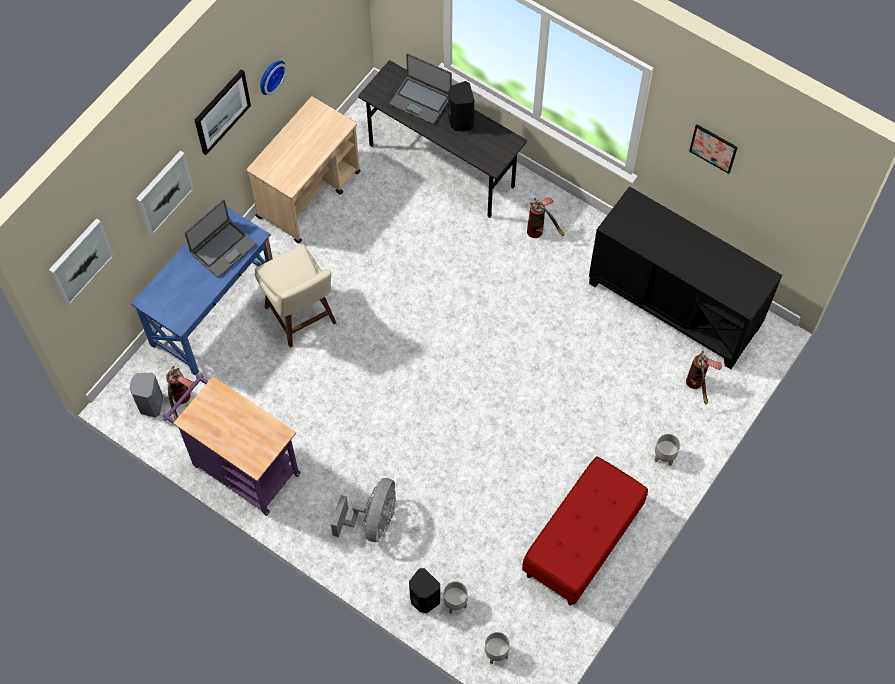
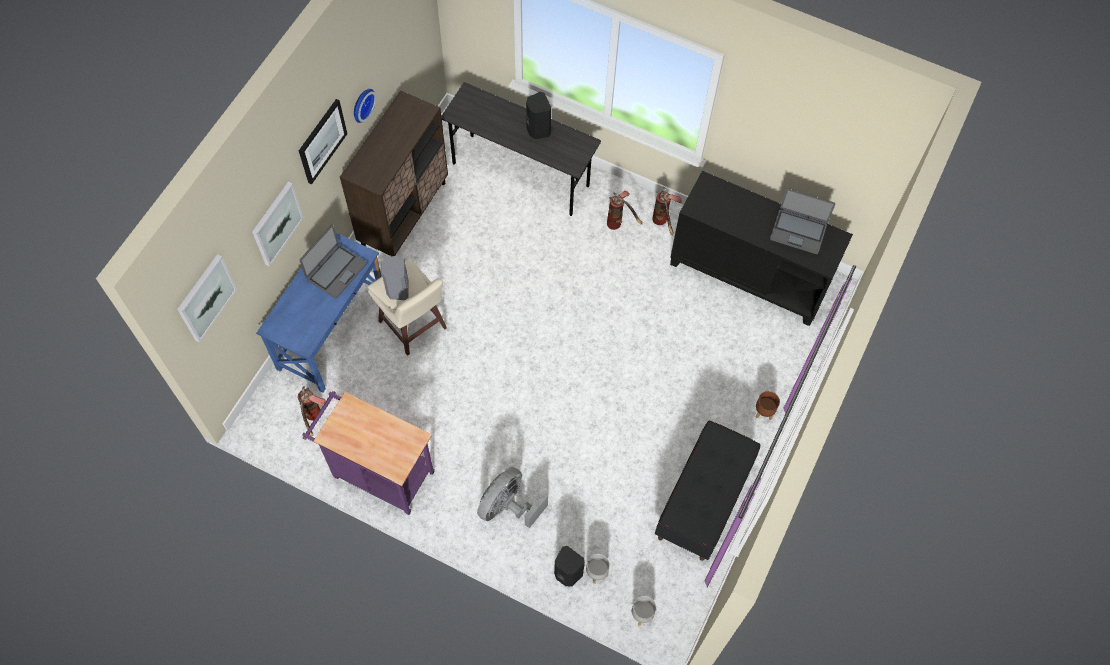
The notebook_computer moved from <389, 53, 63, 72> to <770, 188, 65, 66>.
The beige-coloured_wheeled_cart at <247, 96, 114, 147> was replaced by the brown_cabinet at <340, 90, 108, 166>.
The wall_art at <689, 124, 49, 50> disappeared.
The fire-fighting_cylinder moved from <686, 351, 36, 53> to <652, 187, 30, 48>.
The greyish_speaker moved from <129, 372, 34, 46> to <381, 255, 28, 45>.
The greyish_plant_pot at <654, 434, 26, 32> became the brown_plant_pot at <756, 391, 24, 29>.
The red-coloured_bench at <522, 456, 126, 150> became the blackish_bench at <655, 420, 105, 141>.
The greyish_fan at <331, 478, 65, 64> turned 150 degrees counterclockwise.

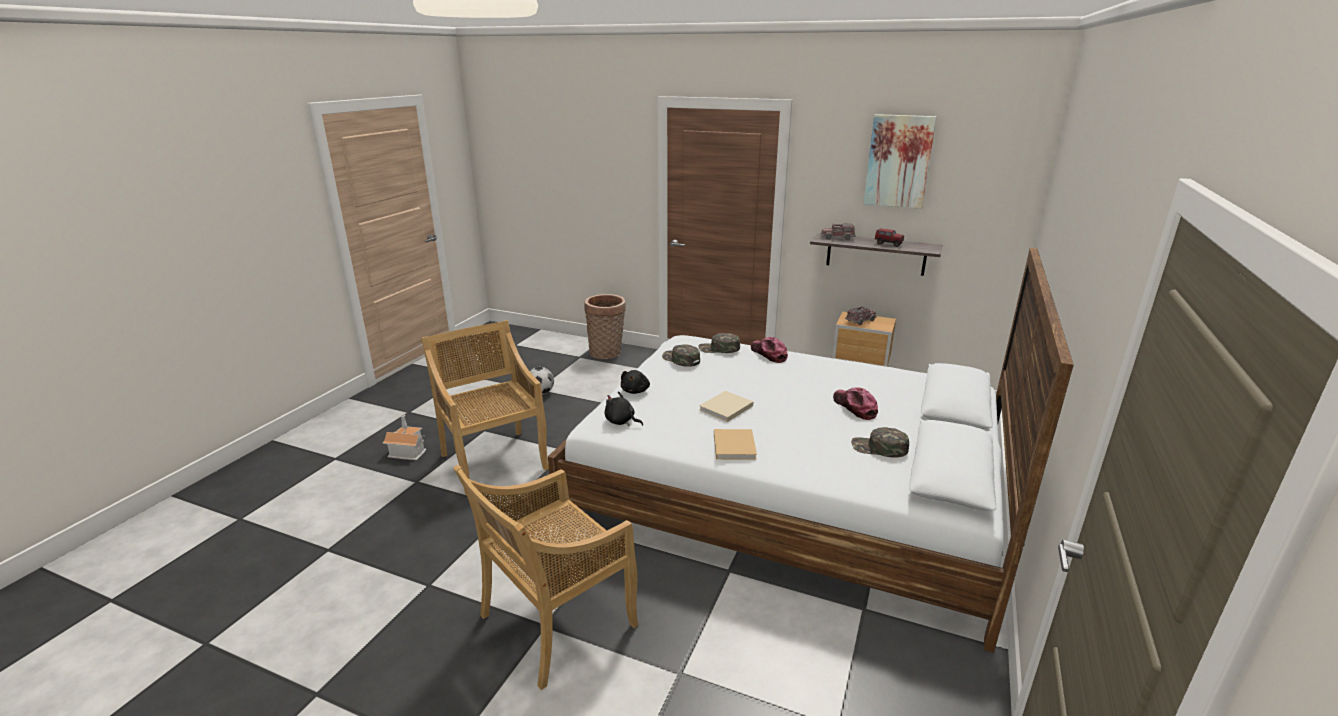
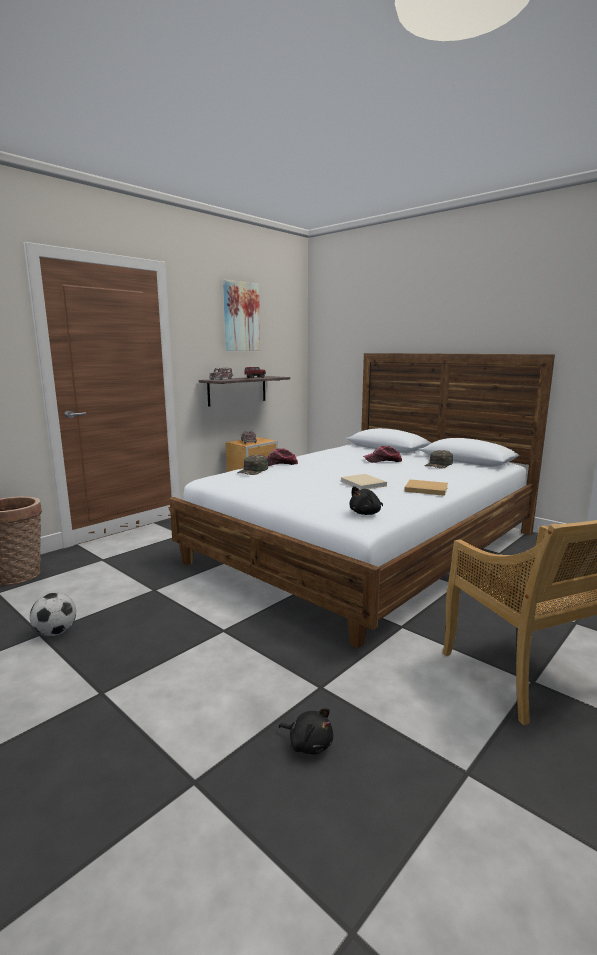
The beige-coloured_chair at <421, 320, 128, 176> disappeared.
The greenish_cap at <662, 344, 38, 23> disappeared.
The blackish_cuddly_toy moved from <621, 370, 29, 24> to <278, 708, 55, 46>.
The model_house at <383, 415, 44, 45> disappeared.

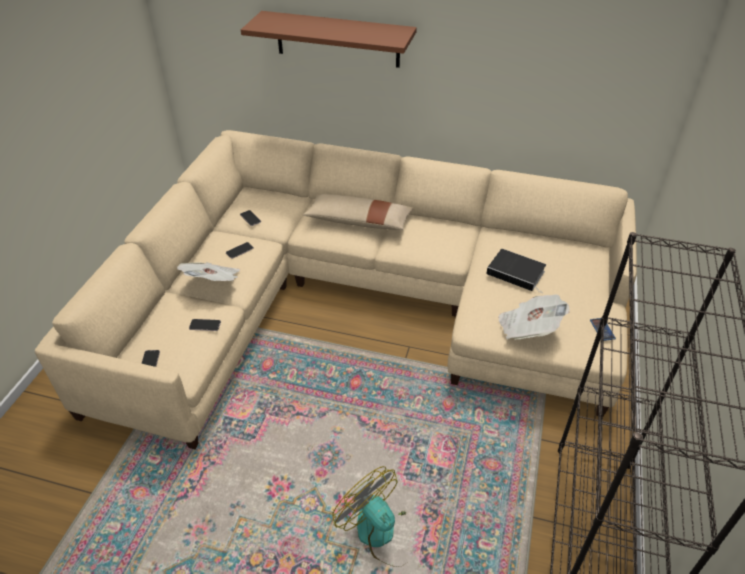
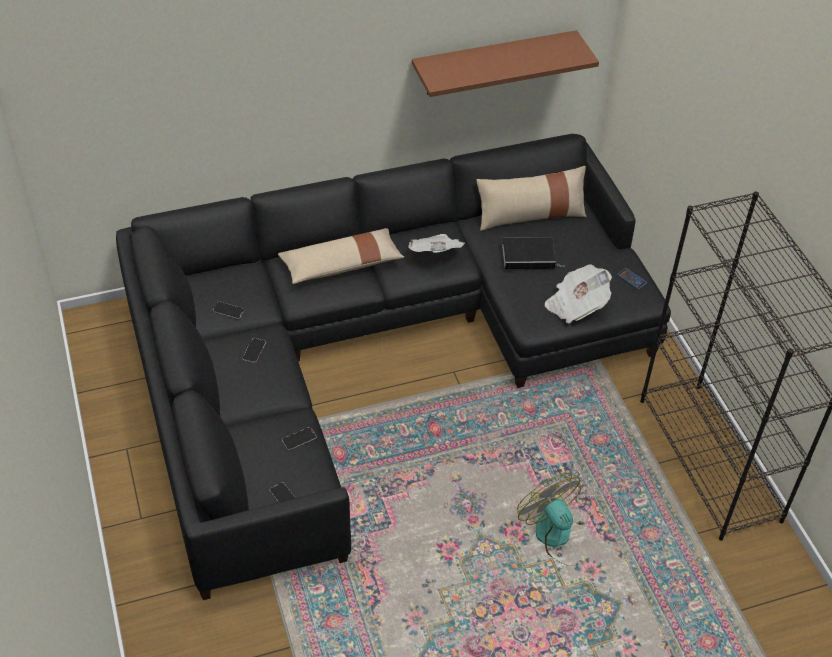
The brown_bracket_shelf moved from <241, 11, 176, 57> to <412, 30, 187, 67>.
The beige-coloured_settee at <35, 130, 602, 319> became the blackish_settee at <116, 134, 555, 466>.
The newspaper moved from <177, 262, 63, 19> to <408, 234, 57, 19>.
The fan at <332, 466, 74, 101> turned 45 degrees clockwise.
The beige-coloured_throw_pillow at <476, 166, 111, 65> appeared.

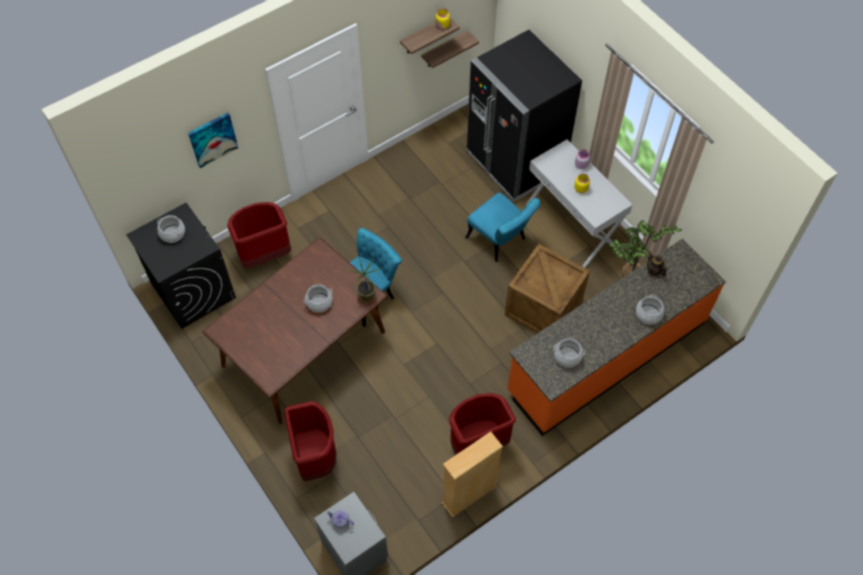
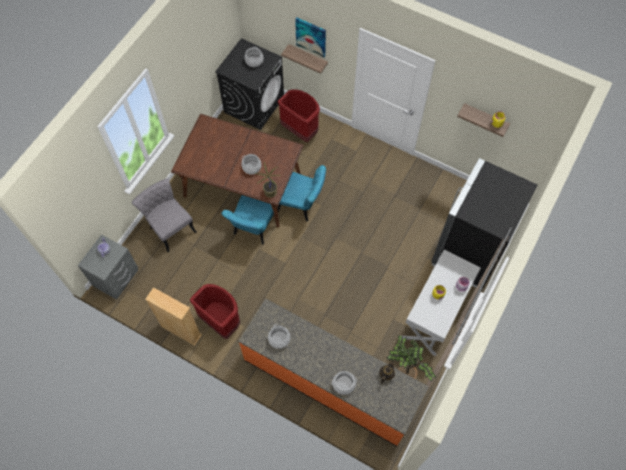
The bracket_shelf moved from <421, 30, 58, 38> to <281, 44, 47, 30>.
The blue-green_chair moved from <465, 192, 76, 70> to <221, 195, 53, 50>.
The shipping_crate at <505, 244, 85, 89> disappeared.
The red-coloured_trash_can at <284, 401, 52, 80> was replaced by the greyish_chair at <132, 178, 65, 74>.

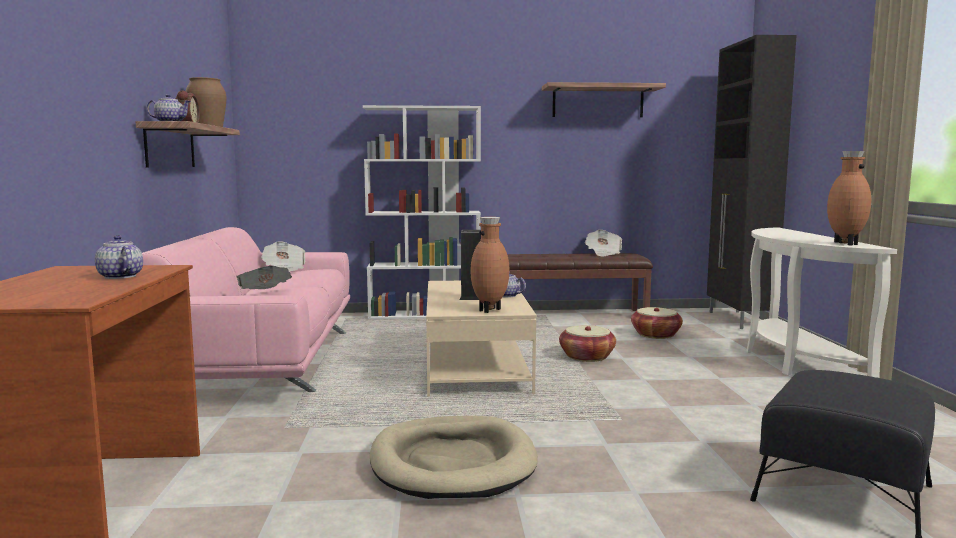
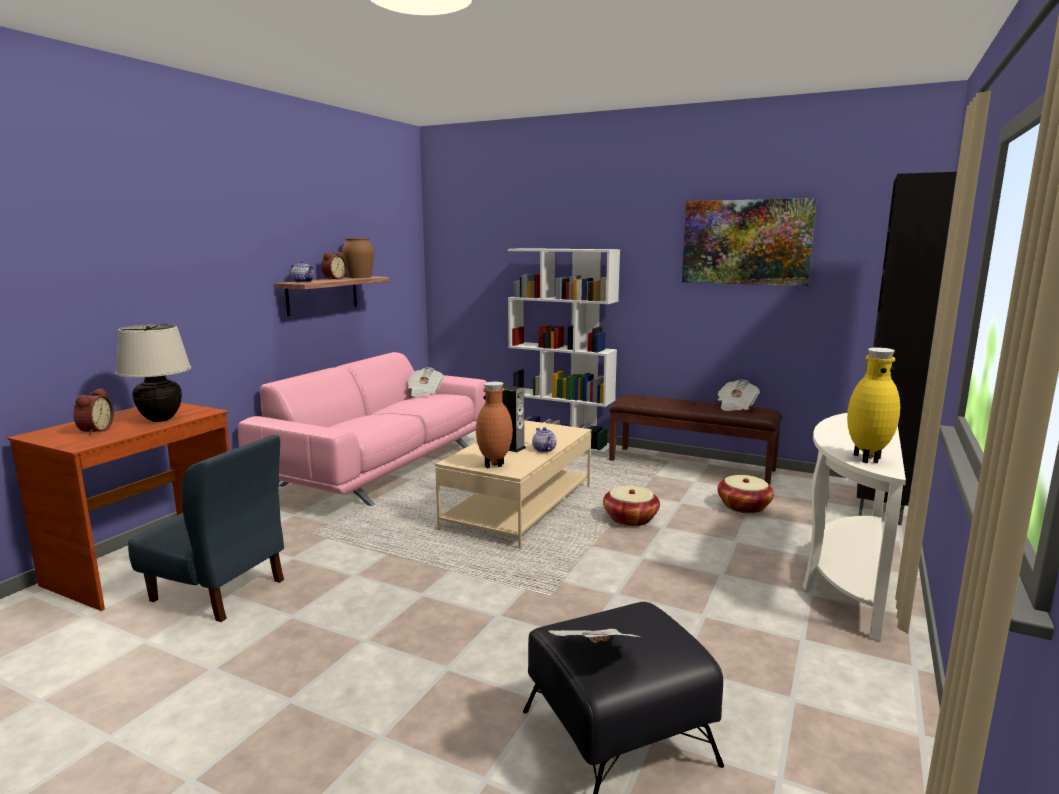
The bracket_shelf at <542, 82, 124, 35> was replaced by the wall_art at <682, 198, 135, 88>.
The brown_vase at <827, 151, 44, 94> became the yellowish_vase at <847, 347, 53, 116>.
The pot_for_tea at <95, 235, 48, 44> was replaced by the beige-coloured_table_lamp at <115, 324, 76, 98>.
The newspaper moved from <237, 266, 55, 23> to <549, 629, 92, 14>.
The beige-coloured_pet_bed at <370, 416, 168, 83> disappeared.
The table_clock at <73, 388, 41, 47> appeared.
The blue-coloured_chair at <128, 435, 156, 187> appeared.

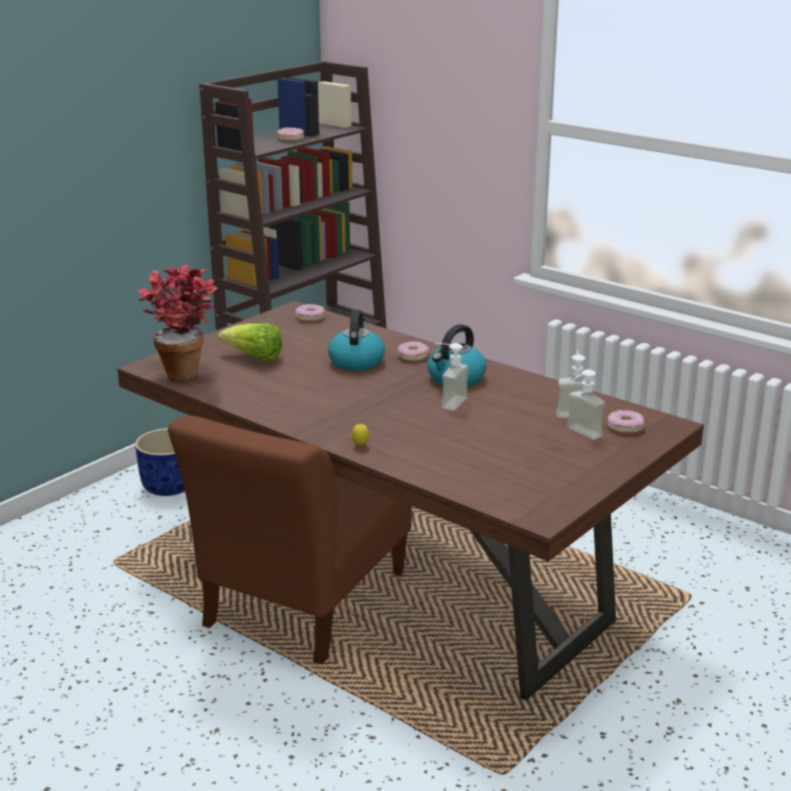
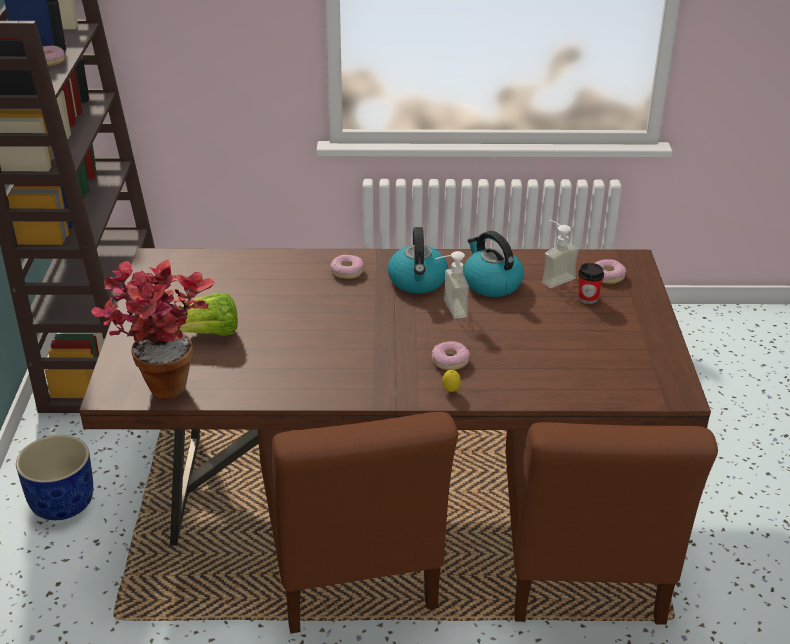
The ring_doughnut moved from <295, 304, 30, 18> to <432, 341, 38, 29>.
The kettle moved from <328, 310, 57, 61> to <463, 231, 61, 66>.
The soap_bottle at <567, 369, 38, 71> was replaced by the cup at <578, 263, 26, 41>.
The brown_chair at <506, 422, 212, 203> appeared.

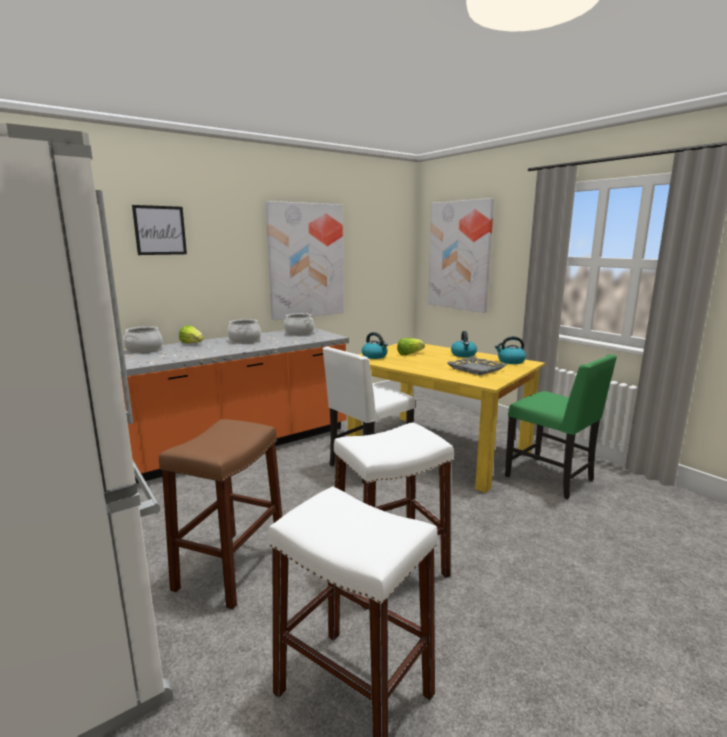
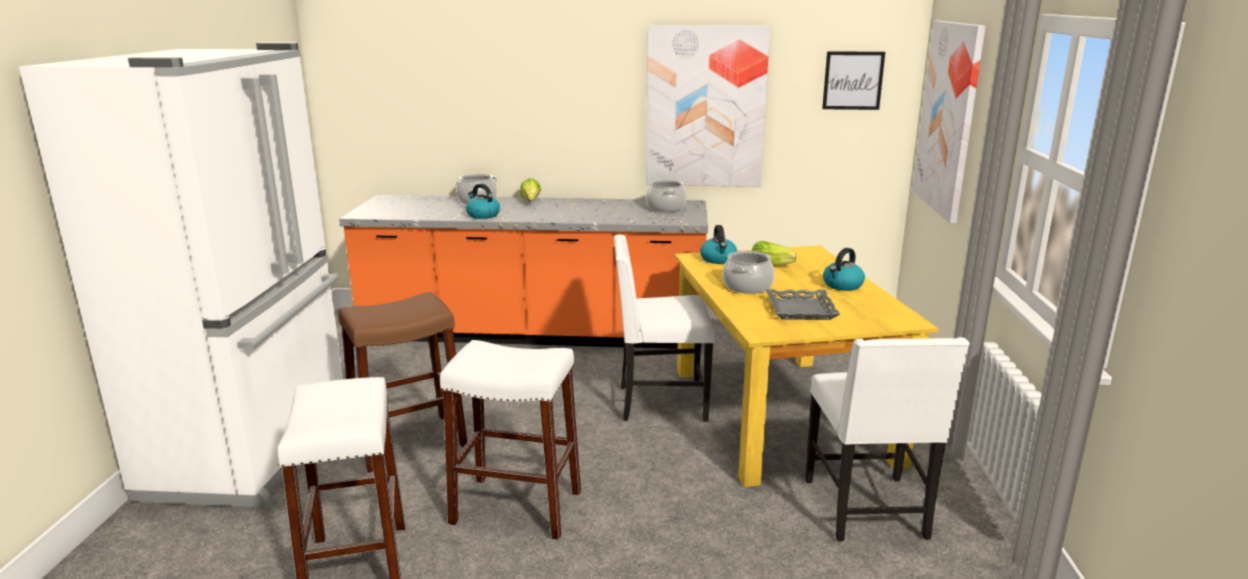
The wall_art moved from <132, 205, 55, 50> to <822, 51, 63, 59>.
The stockpot moved from <227, 319, 34, 24> to <723, 250, 52, 44>.
The kettle moved from <495, 336, 31, 28> to <466, 183, 34, 36>.
The greenish_chair at <505, 354, 112, 145> became the white-coloured_chair at <805, 337, 165, 205>.

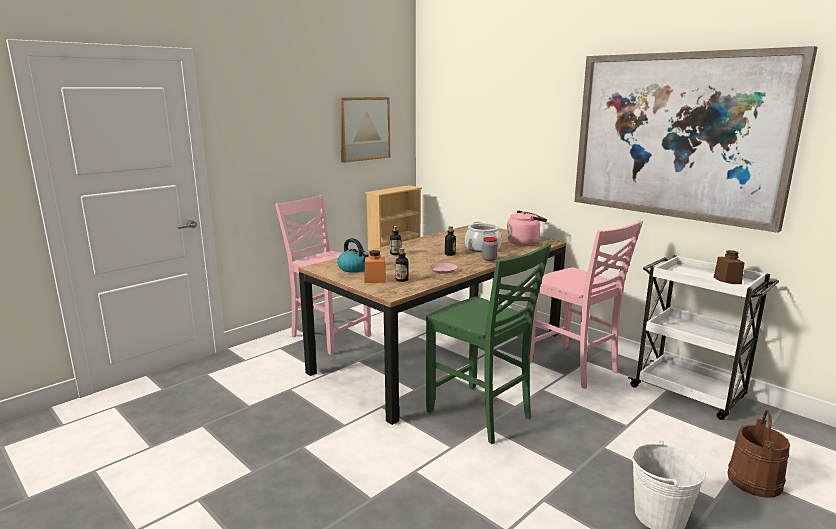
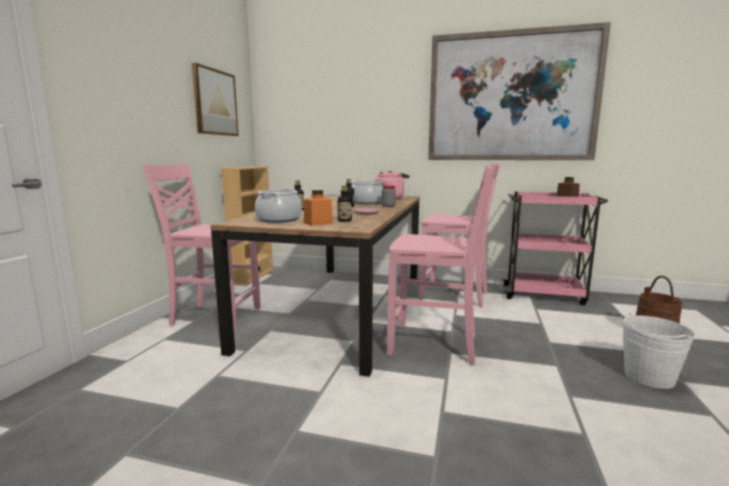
The kettle at <337, 238, 32, 35> was replaced by the stockpot at <255, 188, 47, 35>.
The greenish_chair at <426, 243, 125, 201> became the pink-coloured_chair at <387, 165, 107, 200>.
The white-coloured_wheeled_cart at <628, 255, 151, 165> became the pink-coloured_wheeled_cart at <501, 192, 107, 113>.

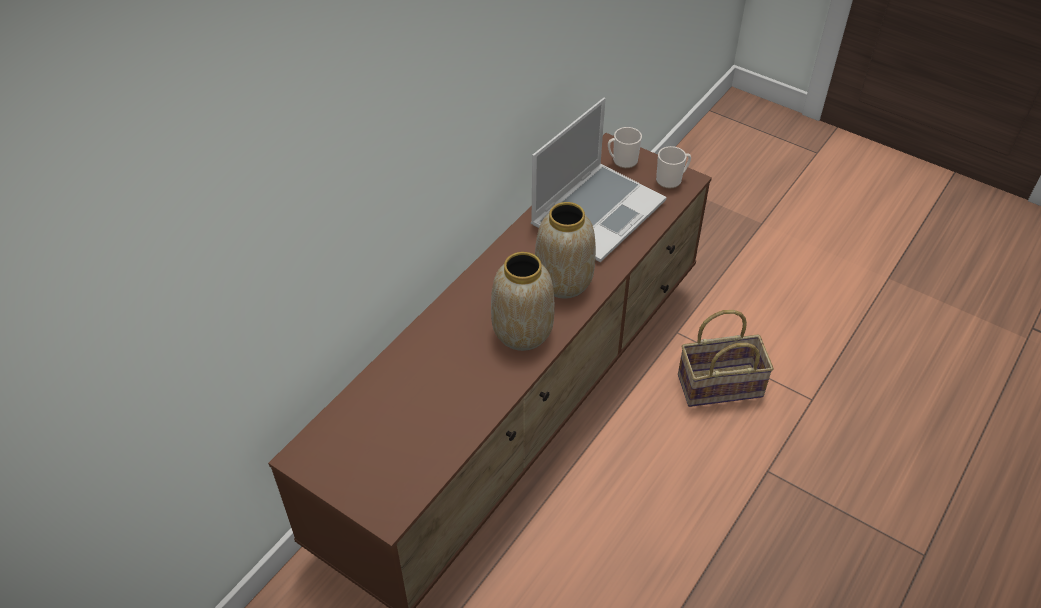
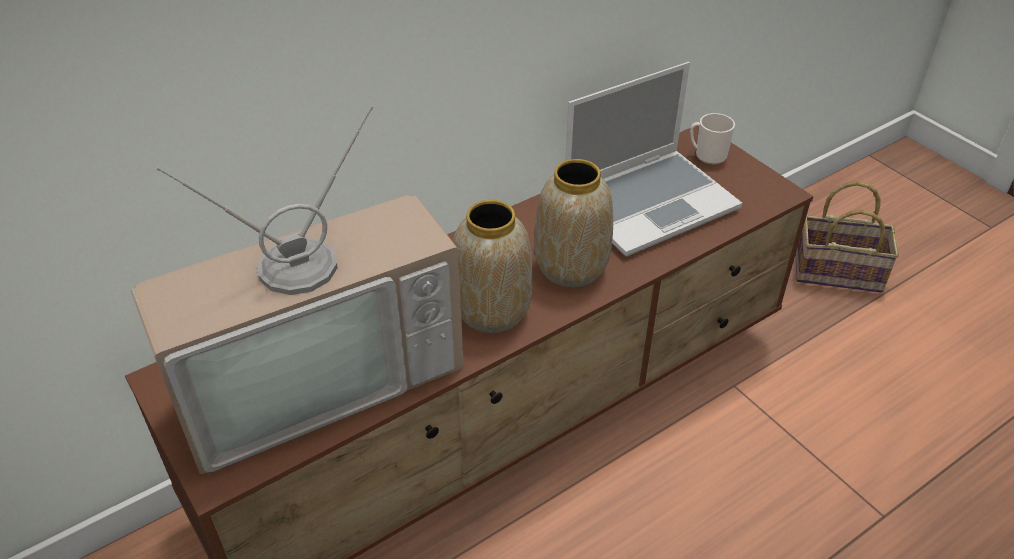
The tea_mug at <656, 146, 35, 43> disappeared.
The storage_basket moved from <678, 310, 96, 97> to <796, 181, 103, 112>.
The television at <130, 106, 334, 368> appeared.

